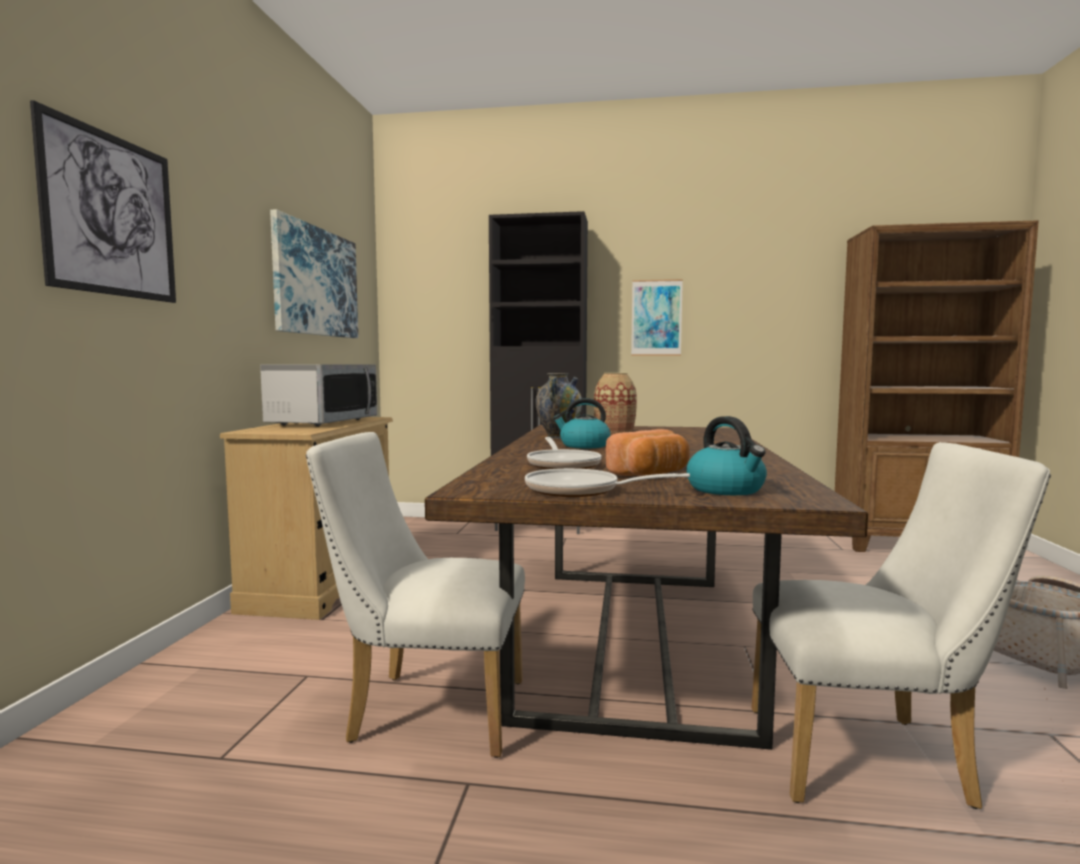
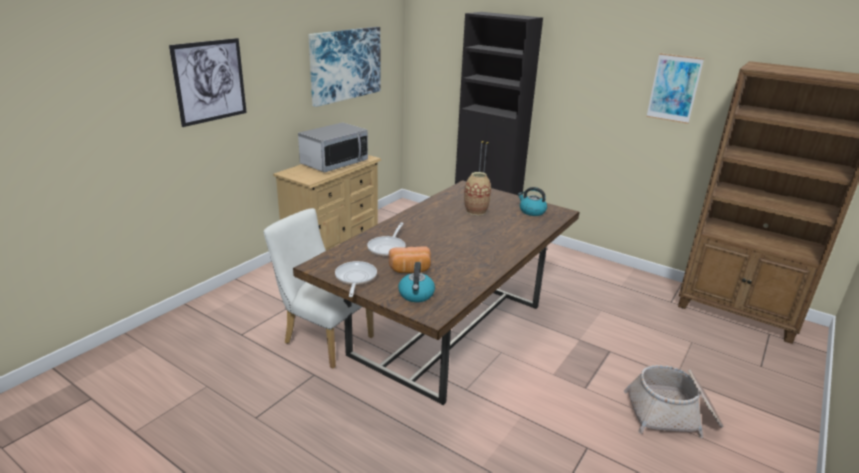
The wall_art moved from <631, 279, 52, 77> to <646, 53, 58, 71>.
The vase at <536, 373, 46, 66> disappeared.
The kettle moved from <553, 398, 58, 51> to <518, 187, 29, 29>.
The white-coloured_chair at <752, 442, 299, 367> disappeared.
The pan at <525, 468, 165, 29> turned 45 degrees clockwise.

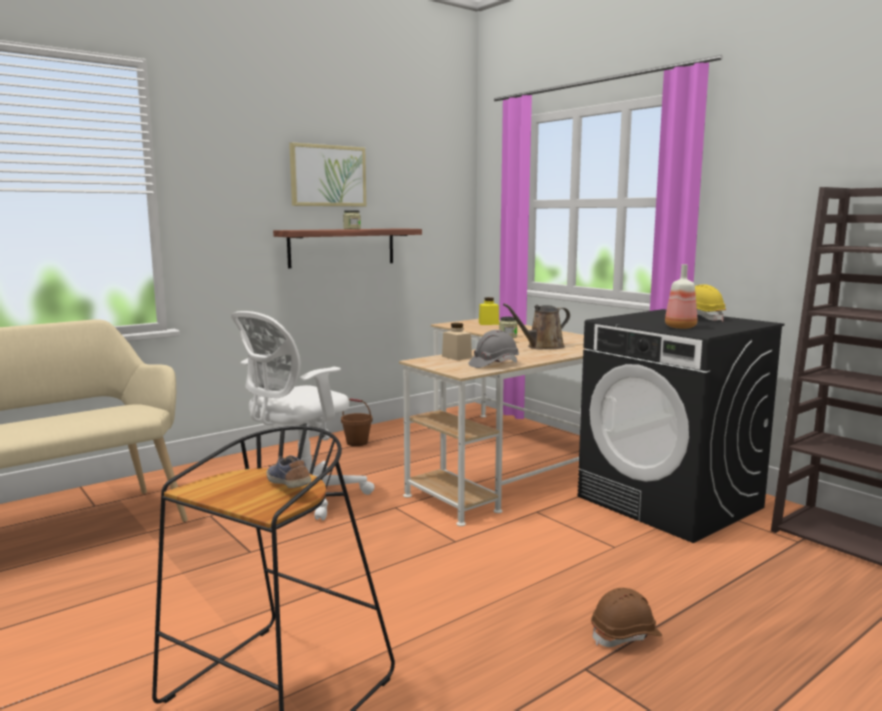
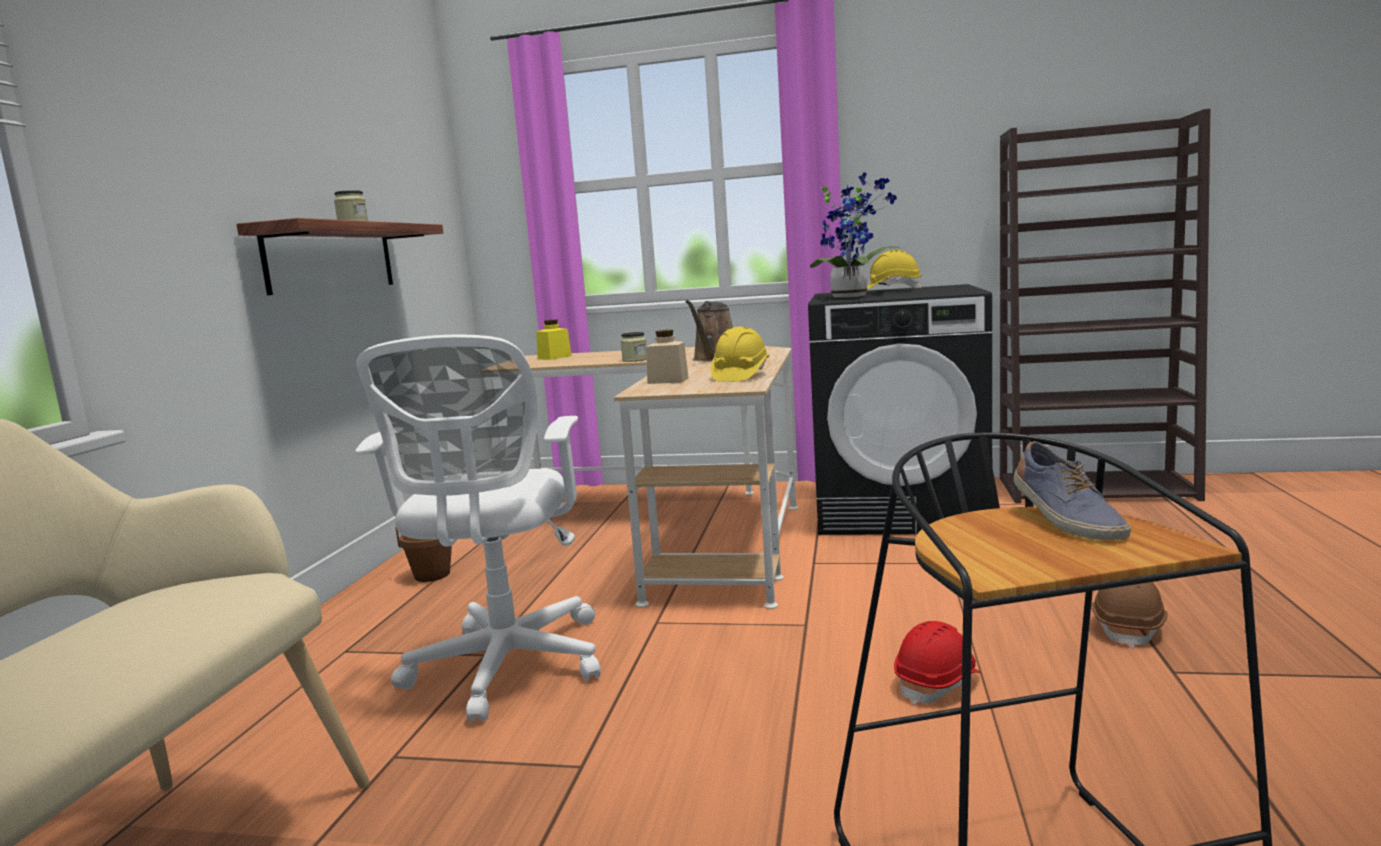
The wall_art at <289, 142, 77, 64> disappeared.
The beverage_bottle at <665, 264, 32, 65> disappeared.
The greyish_work_helmet at <469, 330, 50, 38> became the yellowish_work_helmet at <711, 327, 58, 55>.
The low_shoe at <266, 455, 45, 33> turned 120 degrees counterclockwise.
The houseplant at <810, 172, 89, 126> appeared.
The red-coloured_work_helmet at <894, 621, 88, 84> appeared.

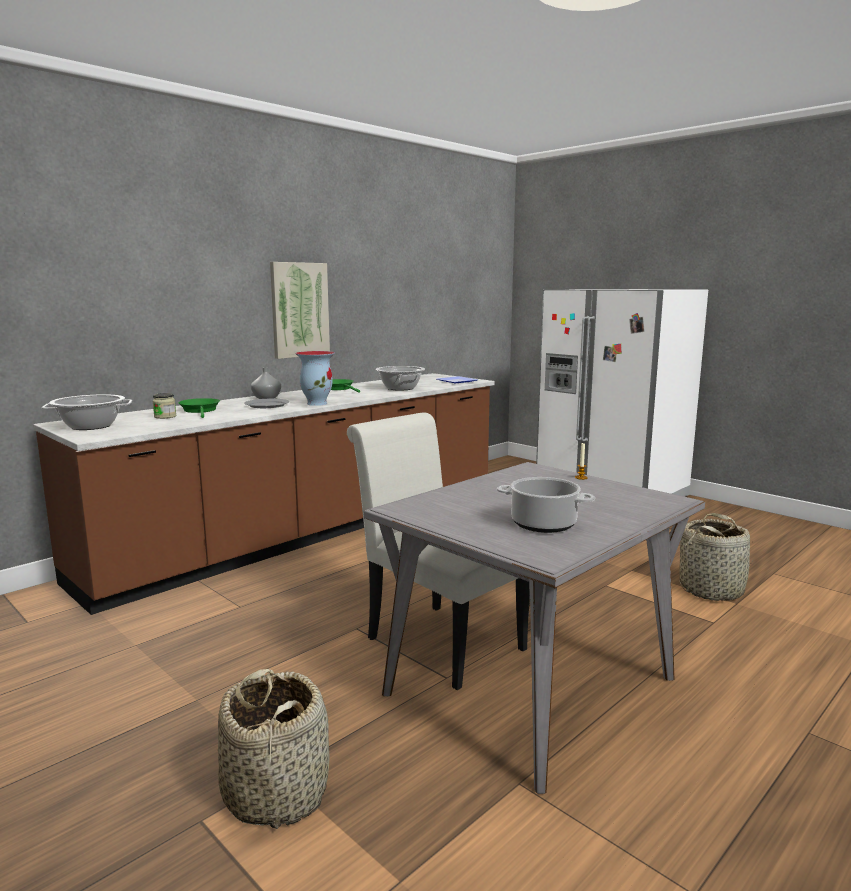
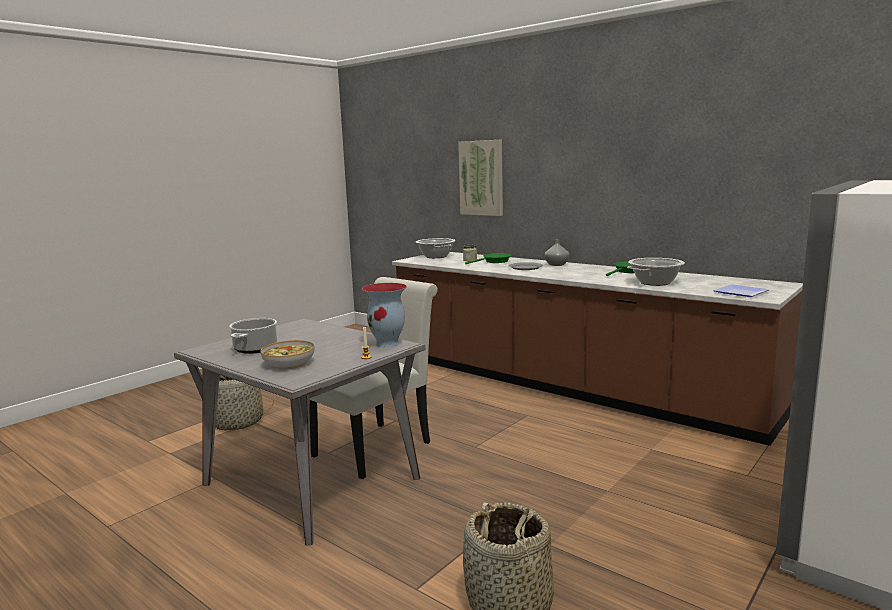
The wall_art moved from <270, 262, 60, 97> to <458, 140, 45, 76>.
The vase moved from <295, 351, 40, 55> to <362, 283, 45, 64>.
The serving_bowl at <260, 340, 55, 30> appeared.

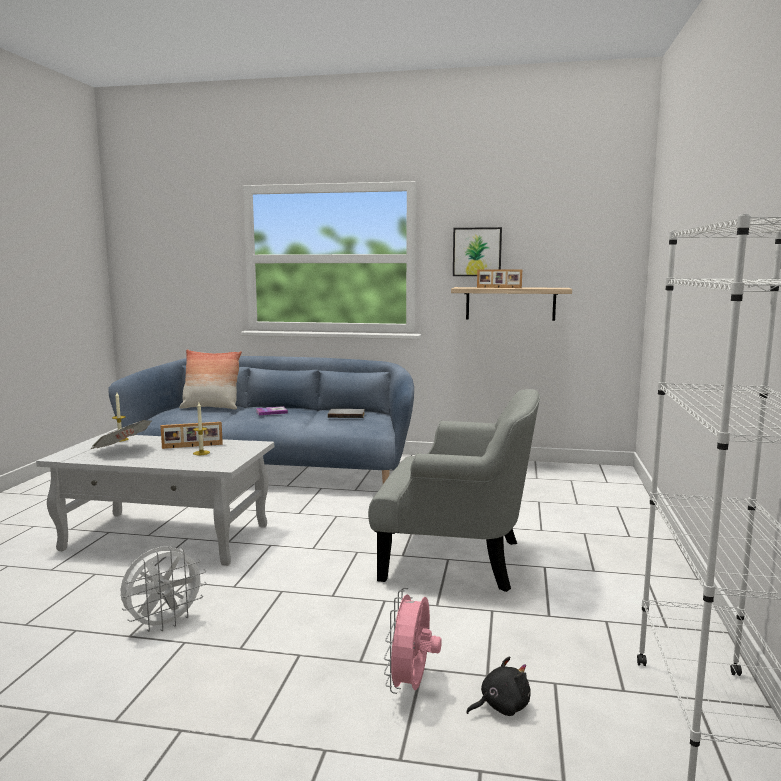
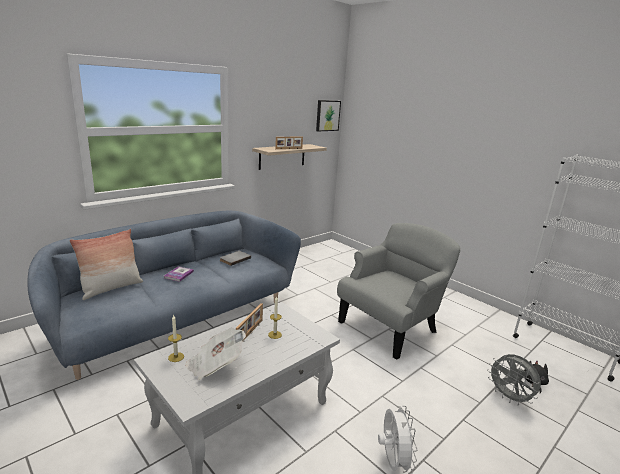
The wall_art moved from <453, 227, 49, 49> to <316, 100, 25, 32>.
The pink-coloured_fan at <384, 588, 58, 106> became the greyish_fan at <487, 354, 54, 52>.

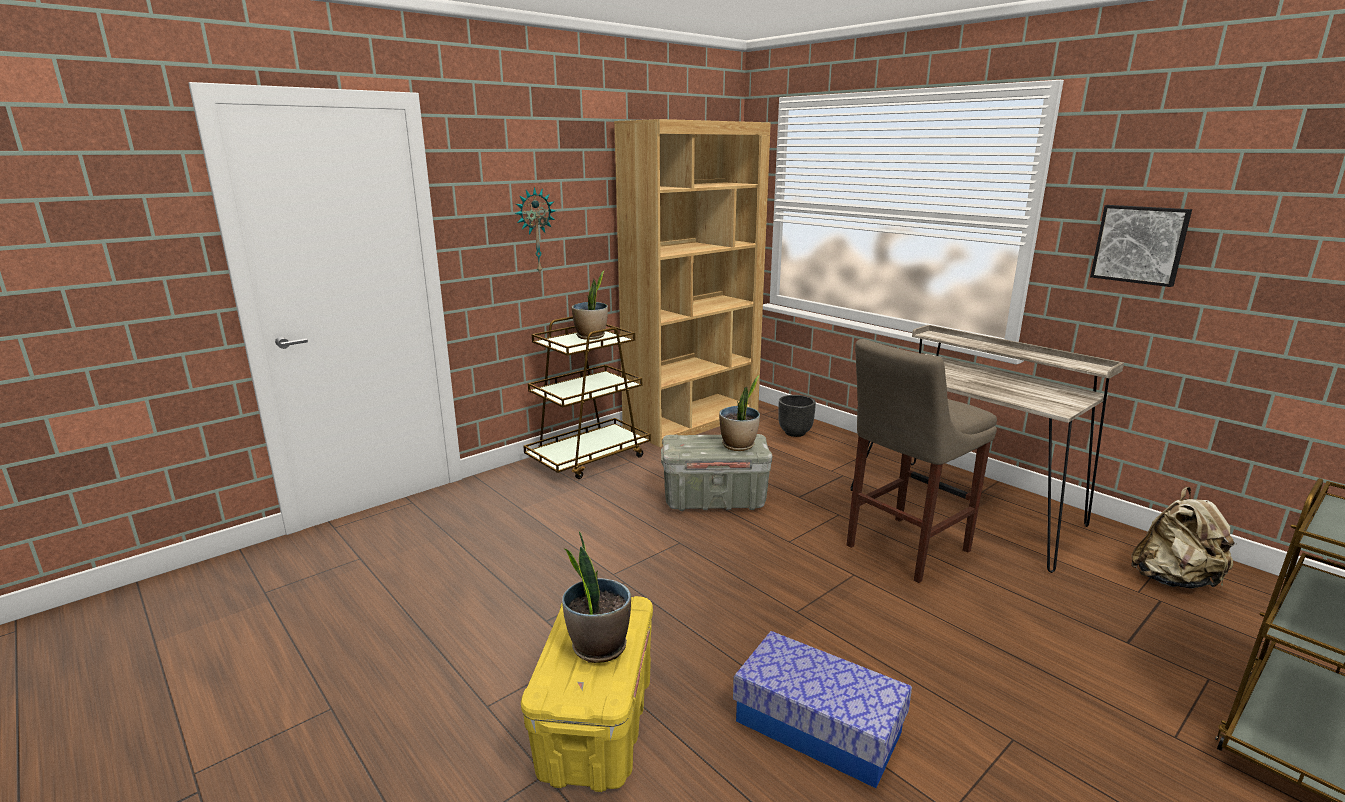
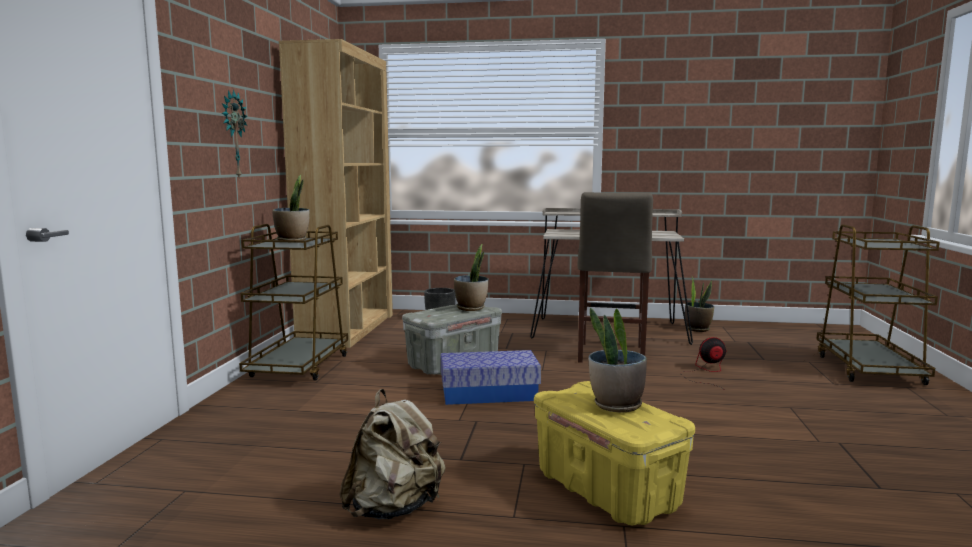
The wall_art at <1090, 205, 102, 82> disappeared.
The beige-coloured_knapsack moved from <1131, 487, 106, 102> to <339, 389, 107, 130>.
The storage_box moved from <733, 631, 179, 157> to <441, 350, 100, 55>.
The houseplant at <685, 277, 30, 55> appeared.
The fan at <681, 337, 46, 54> appeared.

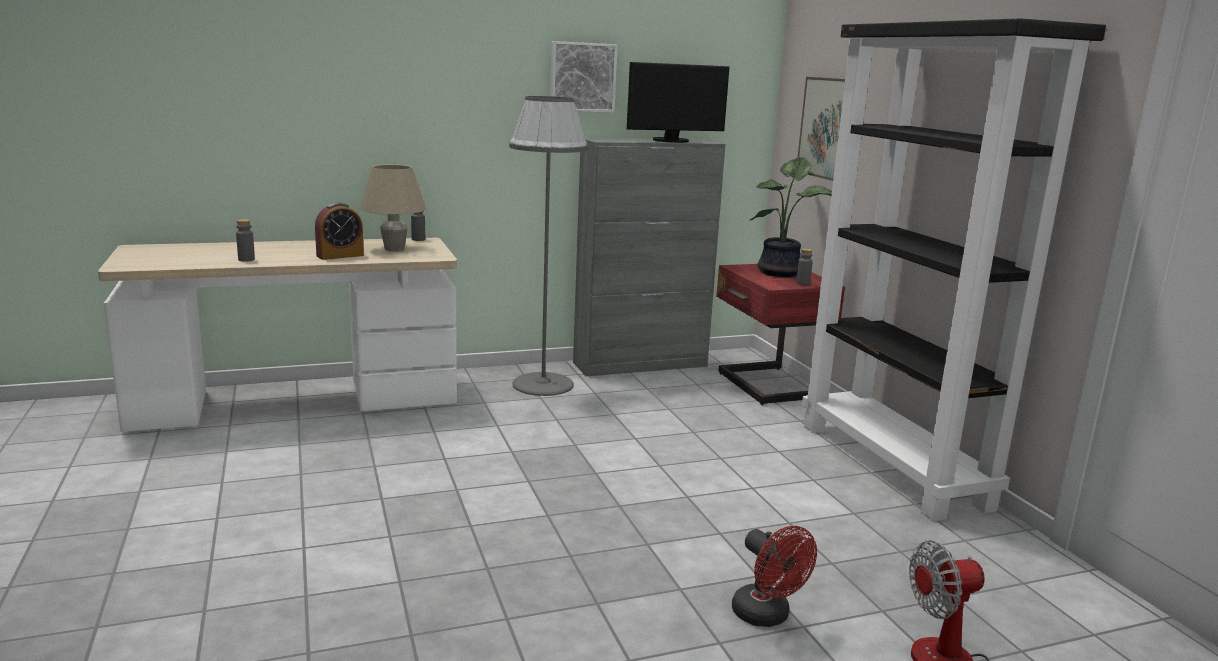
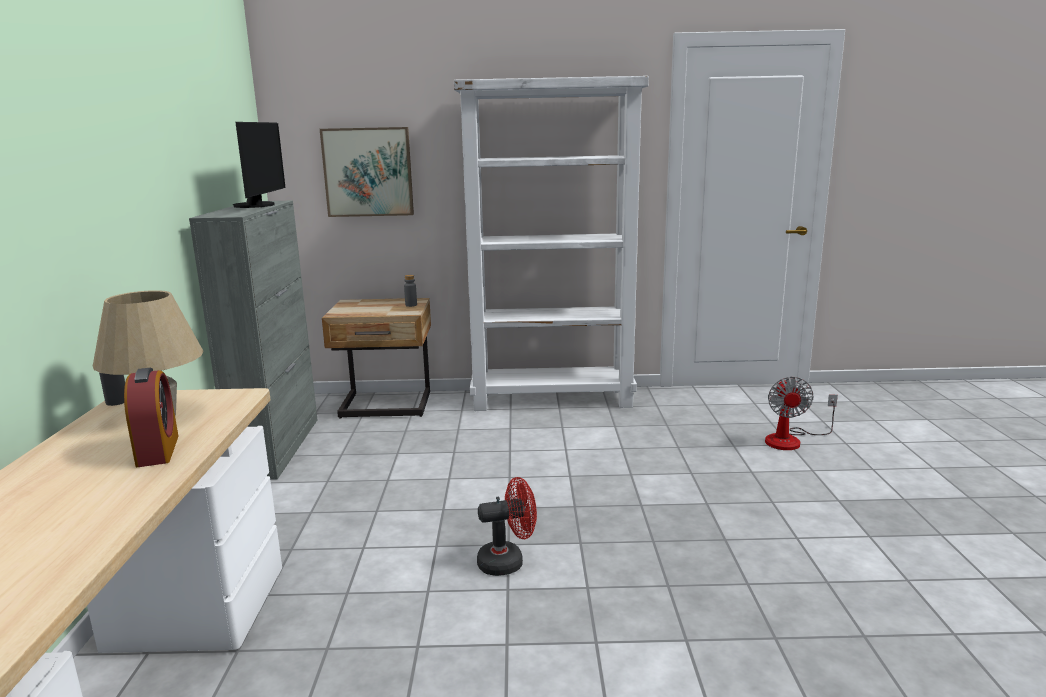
The blackish_shelving_unit at <802, 18, 304, 504> became the white-coloured_shelving_unit at <454, 76, 195, 335>.
The wall_art at <550, 41, 67, 72> disappeared.
The greyish_standard_lamp at <509, 96, 79, 300> disappeared.
The houseplant at <749, 157, 83, 120> disappeared.
The greyish_beverage_bottle at <236, 219, 19, 43> disappeared.
The red-coloured_night_table at <716, 264, 129, 141> became the beige-coloured_night_table at <322, 298, 109, 121>.
The red-coloured_fan moved from <732, 526, 85, 101> to <477, 477, 60, 99>.

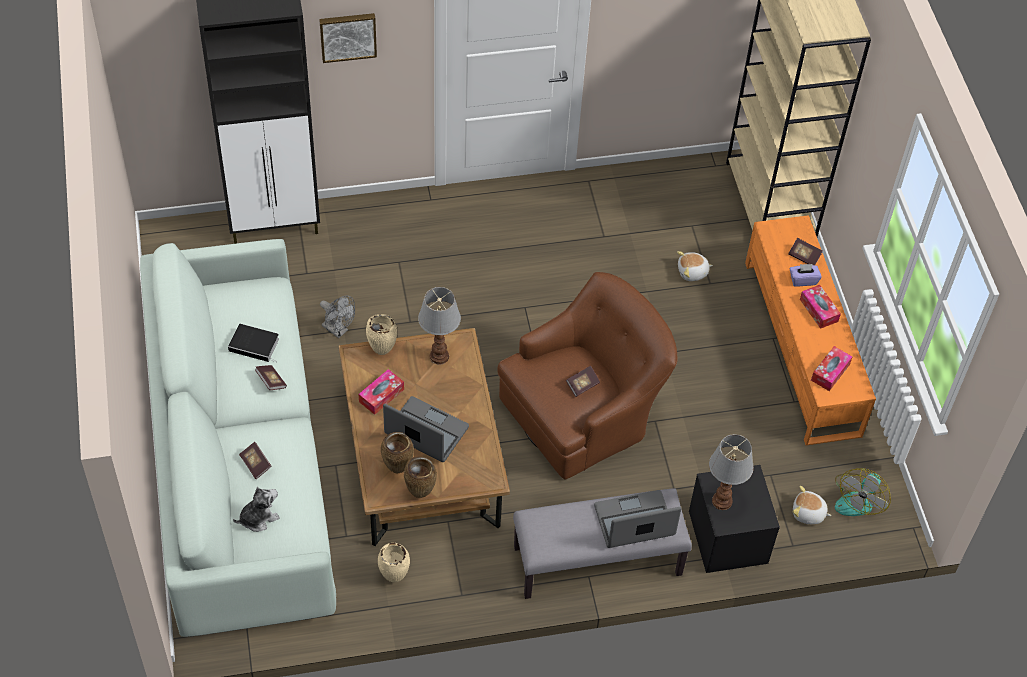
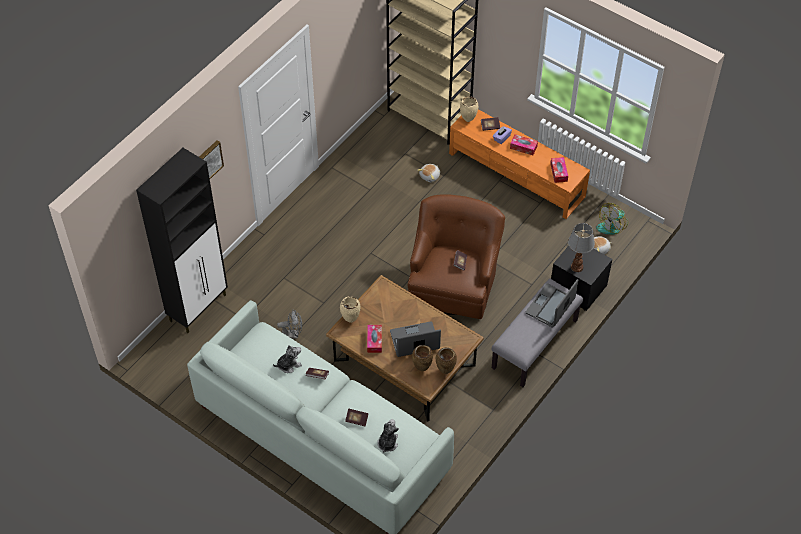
The table_lamp at <418, 287, 43, 78> disappeared.
The volume at <228, 324, 51, 38> was replaced by the cuddly_toy at <273, 345, 29, 28>.
The fan at <835, 468, 56, 48> turned 60 degrees clockwise.
The beige-coloured_vase moved from <378, 543, 32, 39> to <460, 96, 18, 26>.

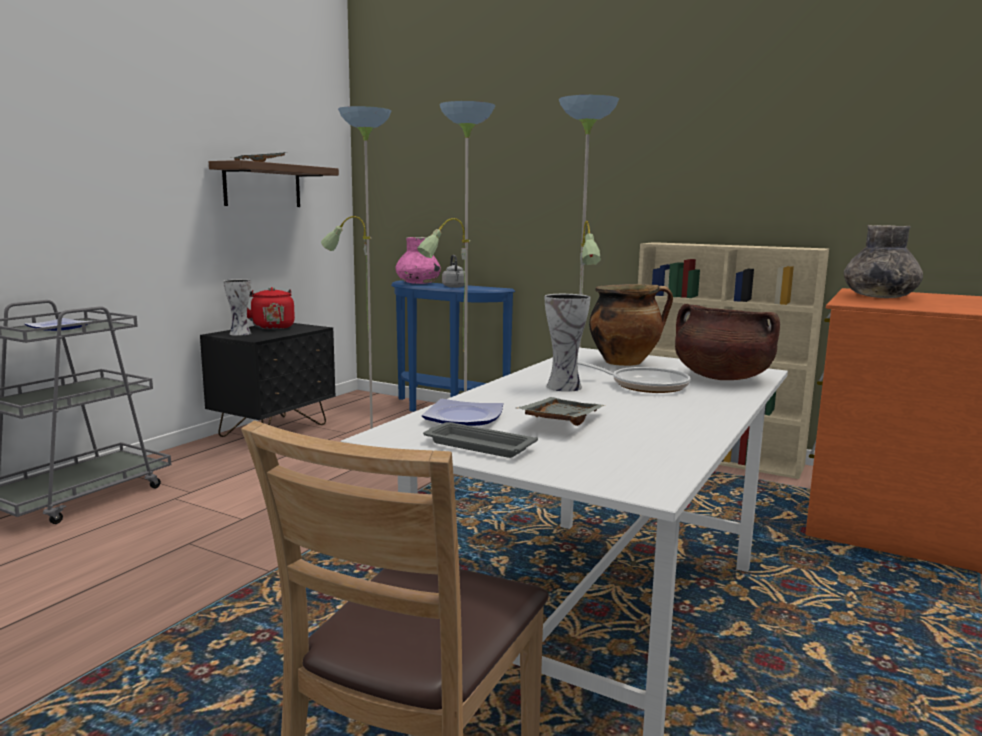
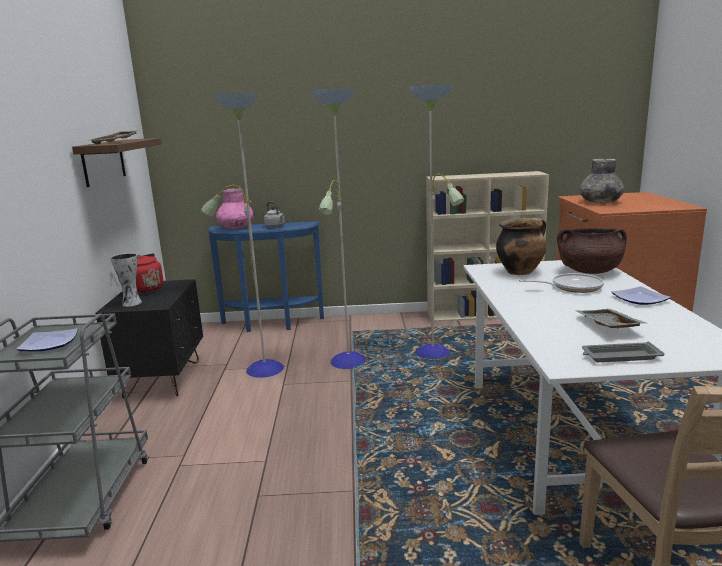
The vase at <545, 294, 46, 98> disappeared.
The flat_dish moved from <422, 399, 81, 27> to <611, 286, 60, 19>.

